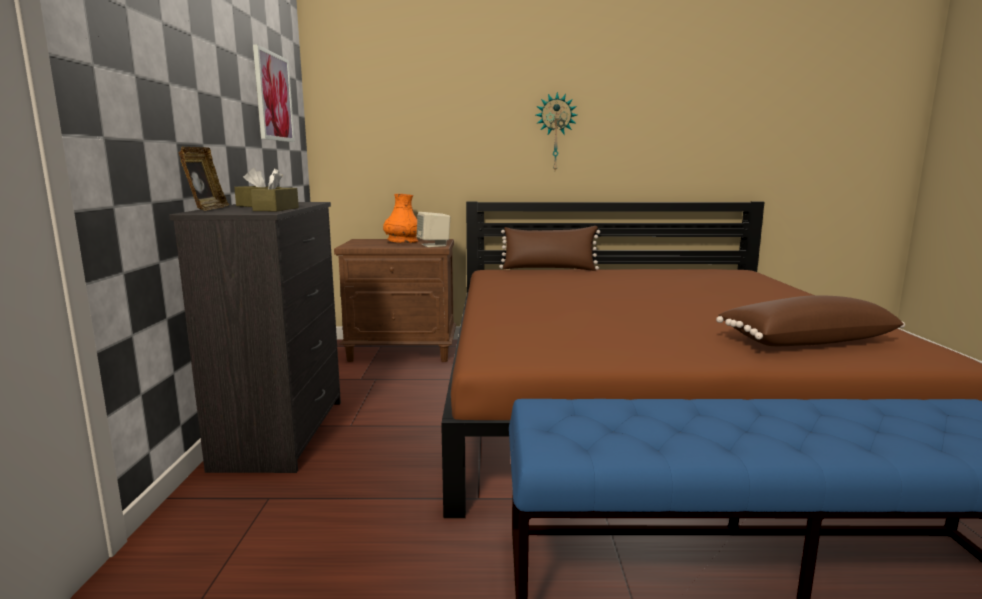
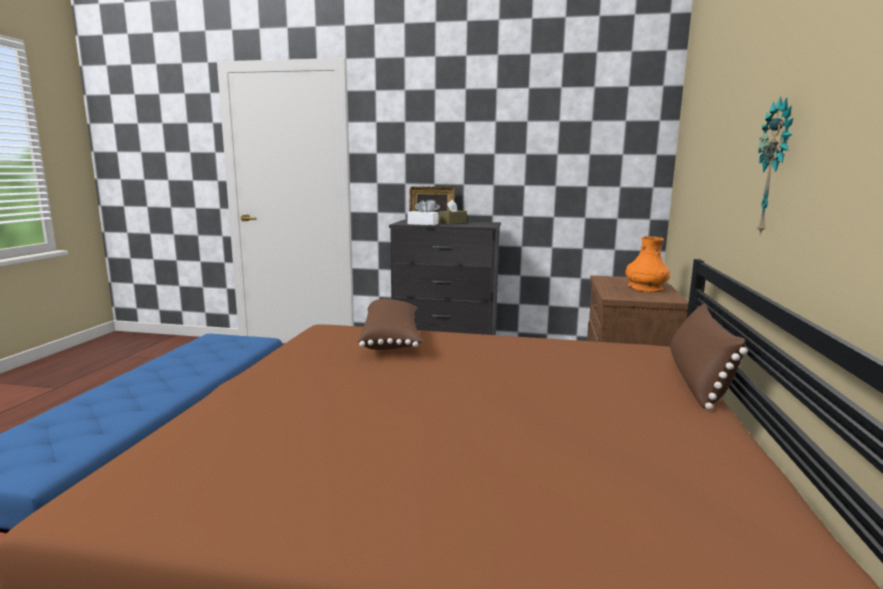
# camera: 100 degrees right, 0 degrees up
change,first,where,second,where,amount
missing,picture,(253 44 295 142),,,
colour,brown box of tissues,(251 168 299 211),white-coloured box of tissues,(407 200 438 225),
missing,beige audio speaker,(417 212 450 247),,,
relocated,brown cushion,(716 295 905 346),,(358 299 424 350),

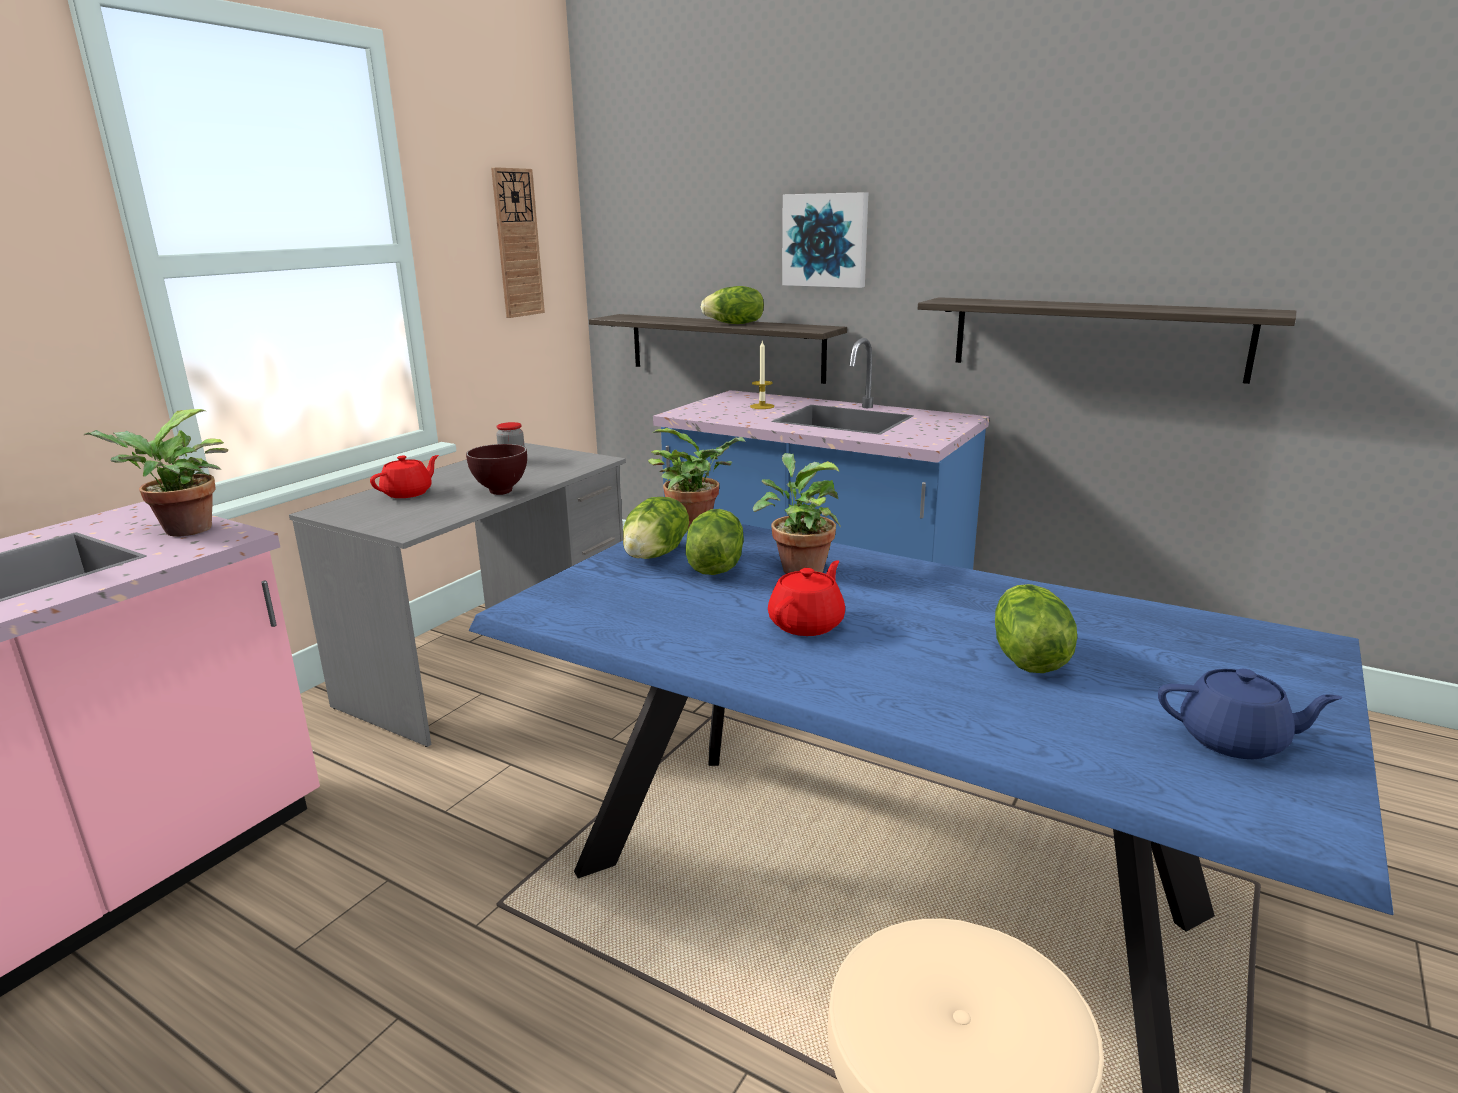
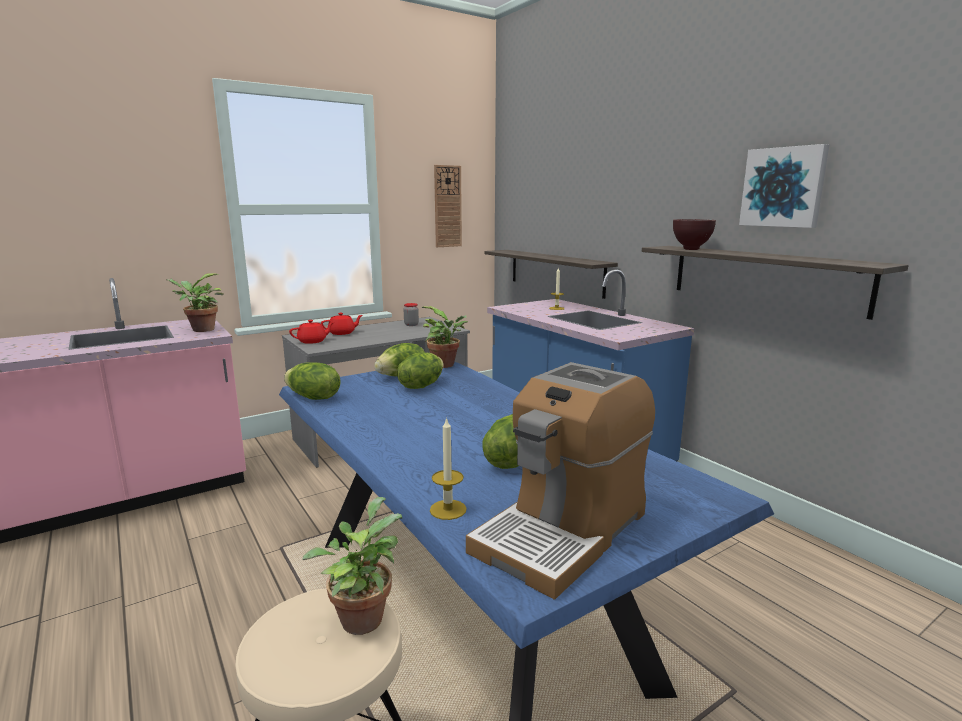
# camera: 25 degrees right, 5 degrees down
change,first,where,second,where,amount
relocated,picture,(782 192 868 288),,(739 144 830 228),
relocated,lettuce head,(701 286 764 324),,(284 363 341 400),
relocated,brown deep dish,(466 444 527 495),,(673 219 716 250),
relocated,houseplant,(753 453 841 574),,(303 497 402 635),
relocated,red-coloured teapot,(768 560 845 636),,(289 320 334 344),
exchanged,blue-coloured teapot,(1158 669 1342 759),coffee brewer,(466 362 655 600),
appeared,,,candle,(430 417 467 520),

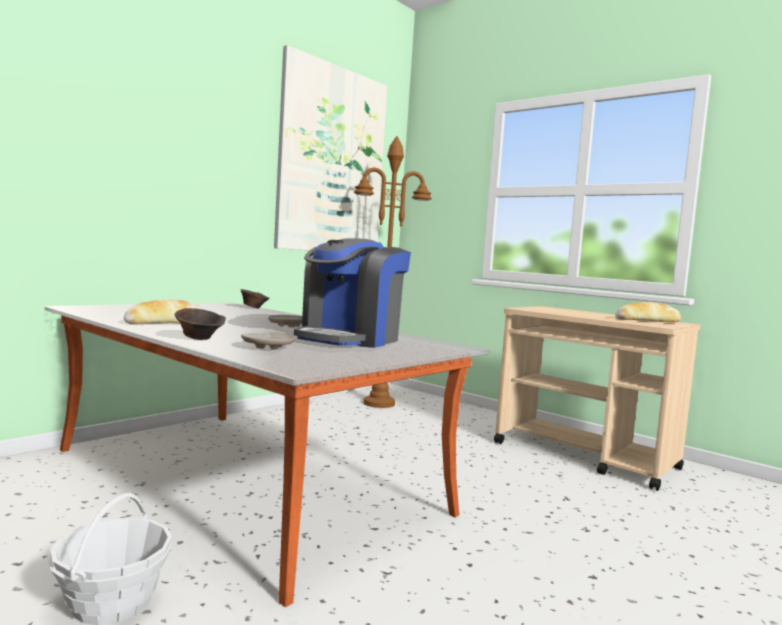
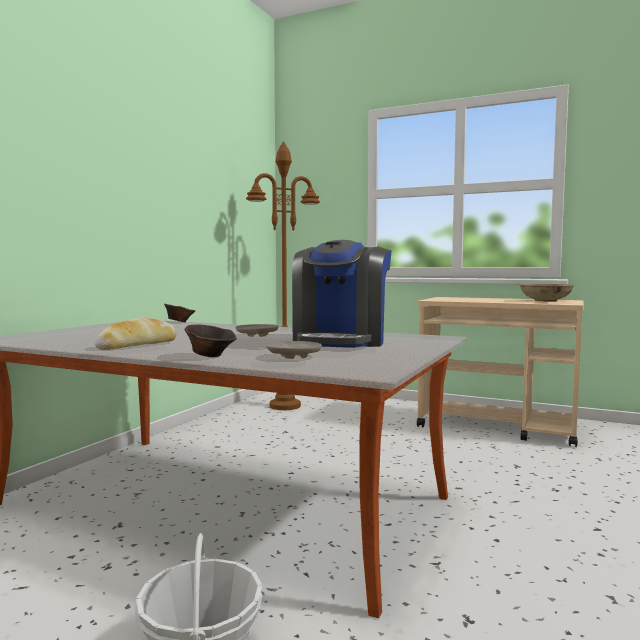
# camera: 15 degrees left, 0 degrees up
change,first,where,second,where,amount
missing,picture,(274 45 387 250),,,
exchanged,baked bread,(615 302 681 322),beige deep dish,(519 284 575 302),

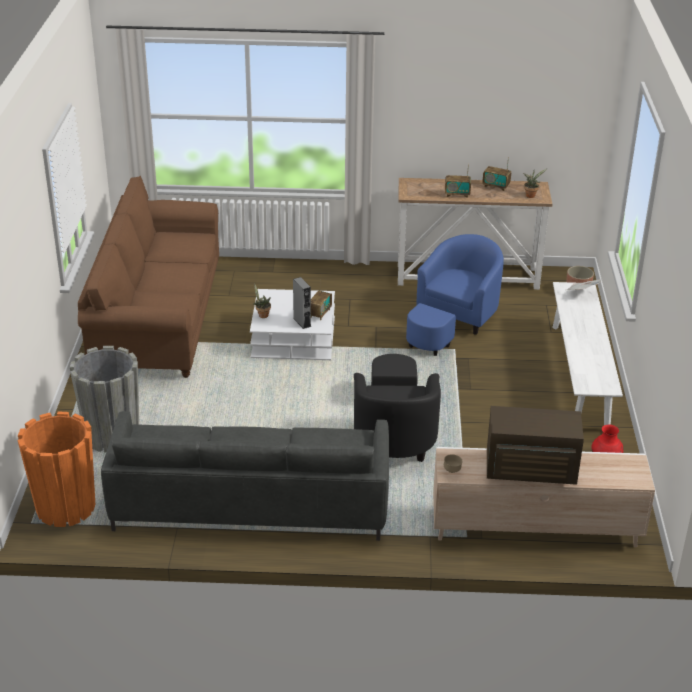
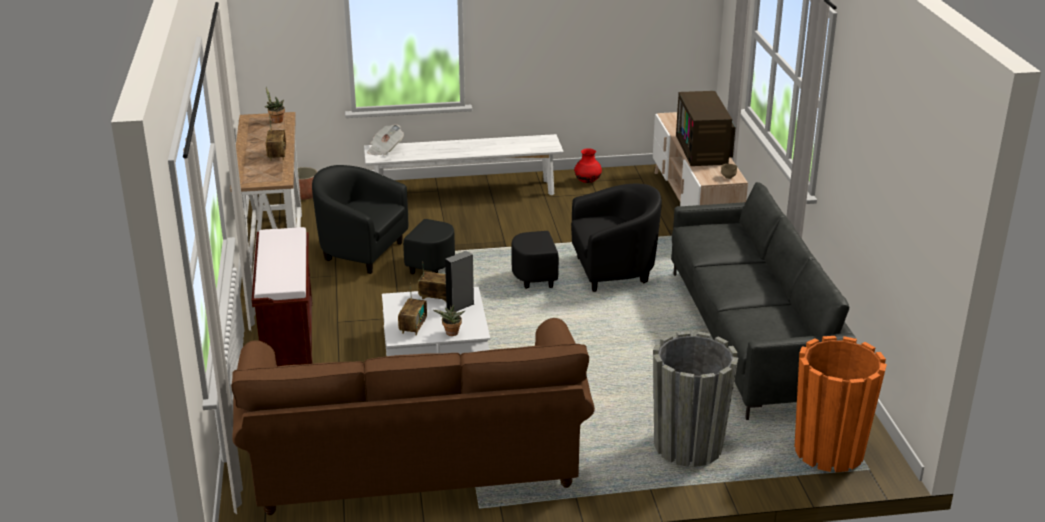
# camera: 100 degrees left, 5 degrees down
change,first,where,second,where,amount
relocated,radio,(482 157 511 191),,(398 283 427 335),
colour,blue-coloured armchair,(406 234 504 356),blackish armchair,(312 165 455 275),
appeared,,,brown bench,(252 227 313 366),

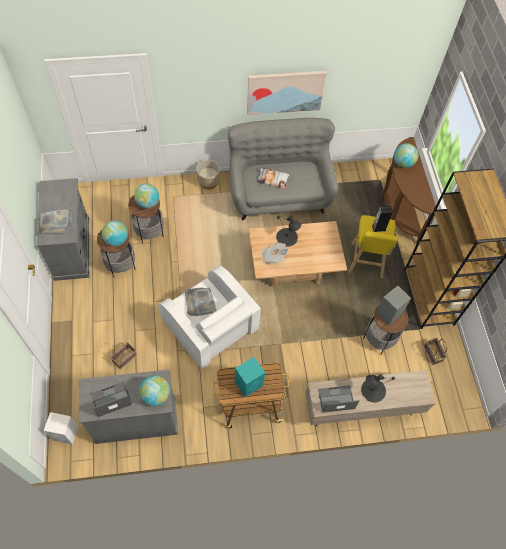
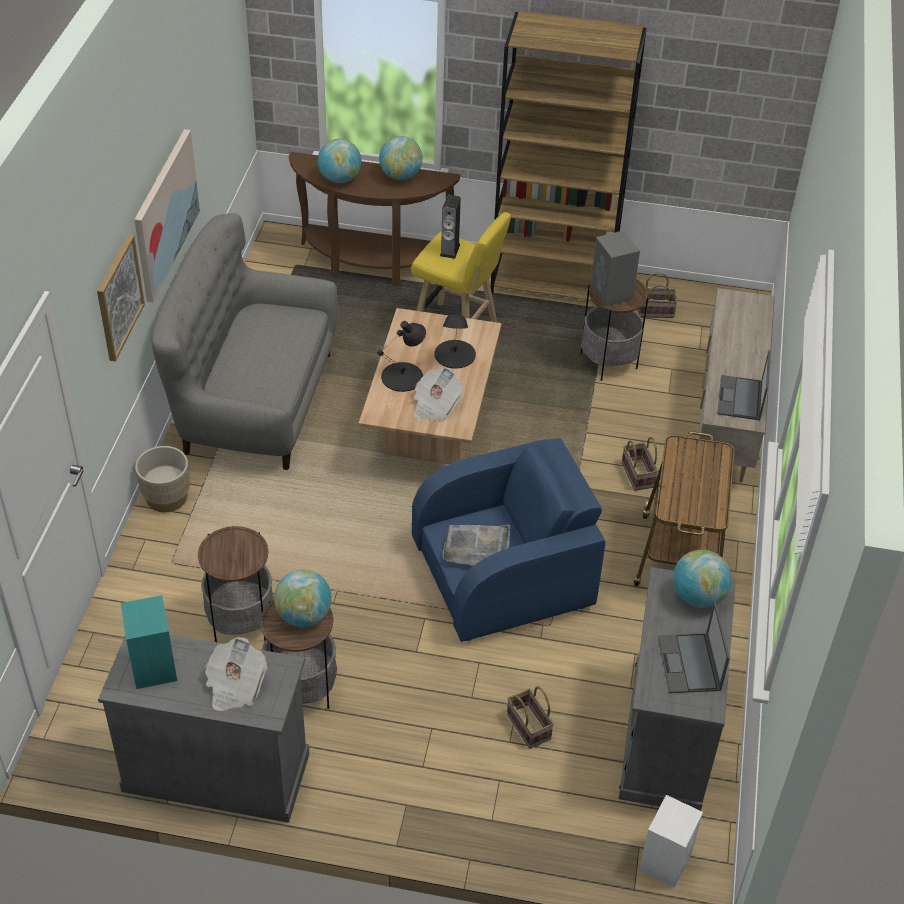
# camera: 70 degrees left, 15 degrees down
change,first,where,second,where,amount
missing,cushion,(257 168 290 189),,,
relocated,desk globe,(134 183 159 208),,(379 136 423 180),
exchanged,greyish serving tray,(38 208 71 233),printed paper,(205 637 267 711),
colour,white-coloured armchair,(158 265 261 369),blue-coloured armchair,(412 438 605 642),
relocated,blue-green audio speaker,(235 357 265 397),,(121 595 177 689),
relocated,blackish tabletop lamp,(361 374 395 402),,(434 302 476 369),
appeared,,,picture,(97 234 145 362),
appeared,,,storage basket,(622 437 658 491),

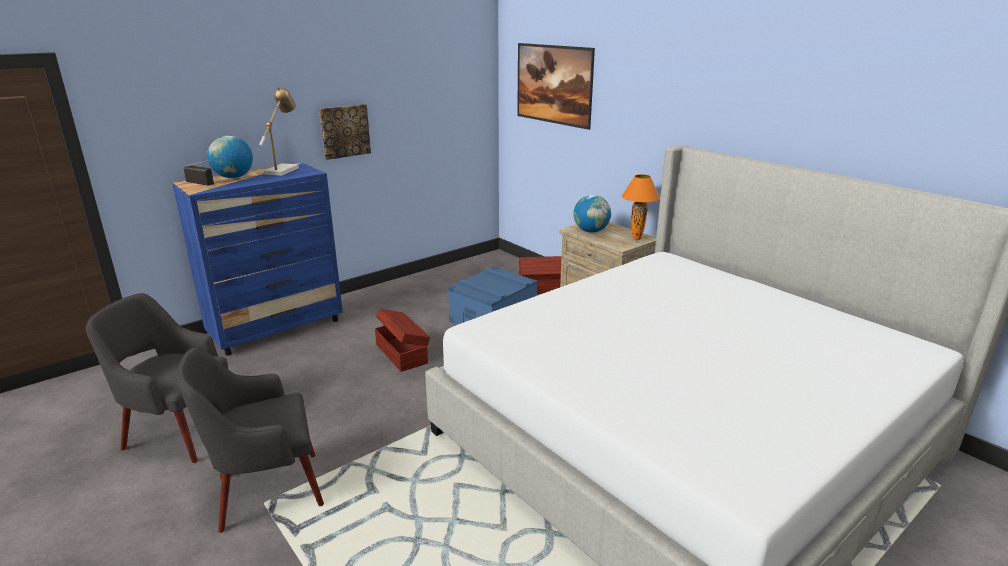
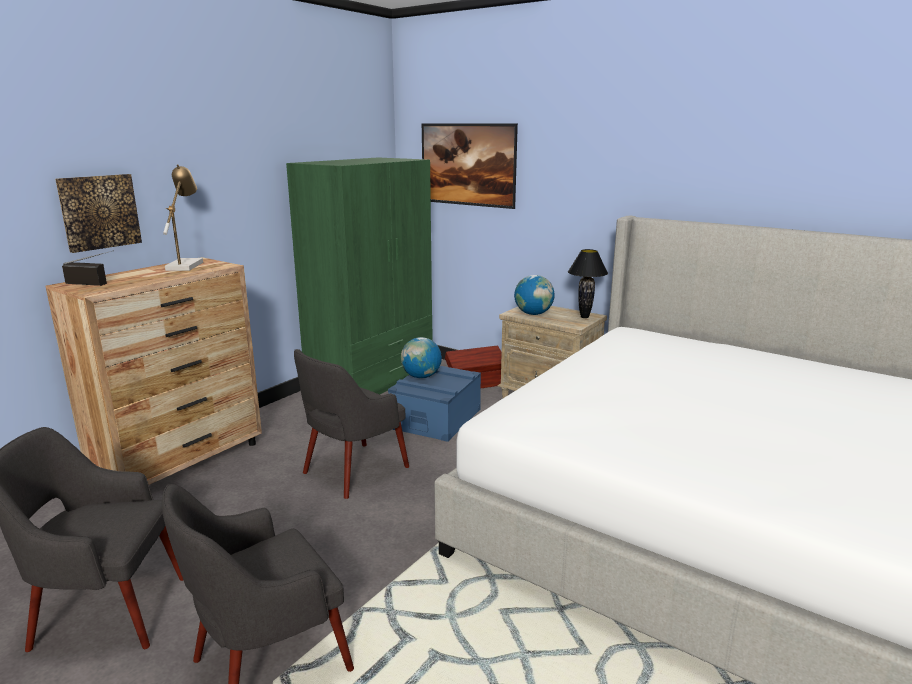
# camera: 15 degrees left, 5 degrees down
change,first,where,second,where,amount
relocated,picture,(319 104 371 160),,(55 174 142 253),
relocated,desk globe,(207 136 253 178),,(401 337 442 378),
colour,blue-coloured chest of drawers,(172 163 343 356),brown chest of drawers,(46 257 262 485),
colour,orange tabletop lamp,(622 174 660 240),blackish tabletop lamp,(568 249 608 318),
exchanged,brown storage box,(375 309 430 372),greyish armchair,(294 349 409 499),
appeared,,,green clothes cupboard,(286 158 433 395),

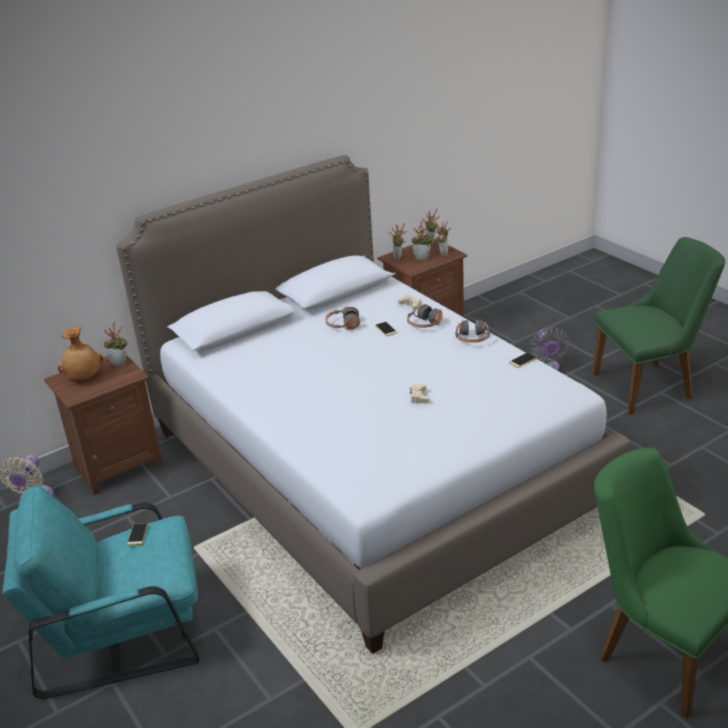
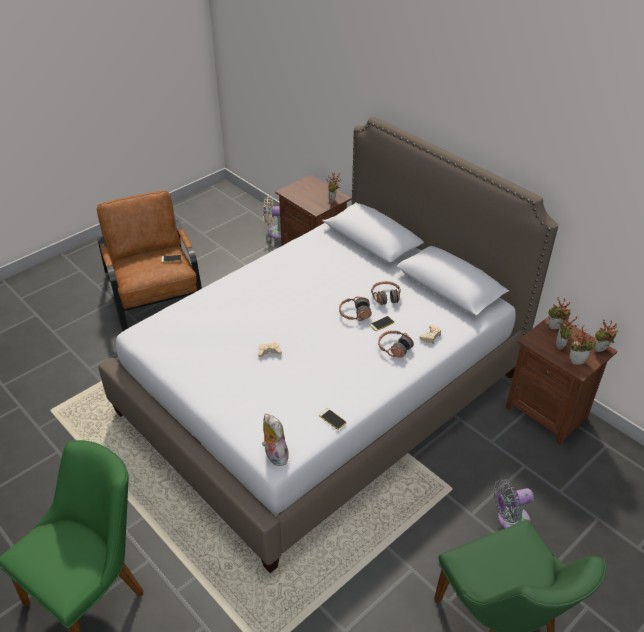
# camera: 80 degrees right, 10 degrees up
change,first,where,second,where,amount
relocated,headset,(455 319 490 343),,(339 296 372 321),
missing,brown decorative vase,(58 327 103 380),,,
colour,blue-green armchair,(2 486 199 699),brown armchair,(97 191 202 331),
appeared,,,soft toy,(262 414 289 466),

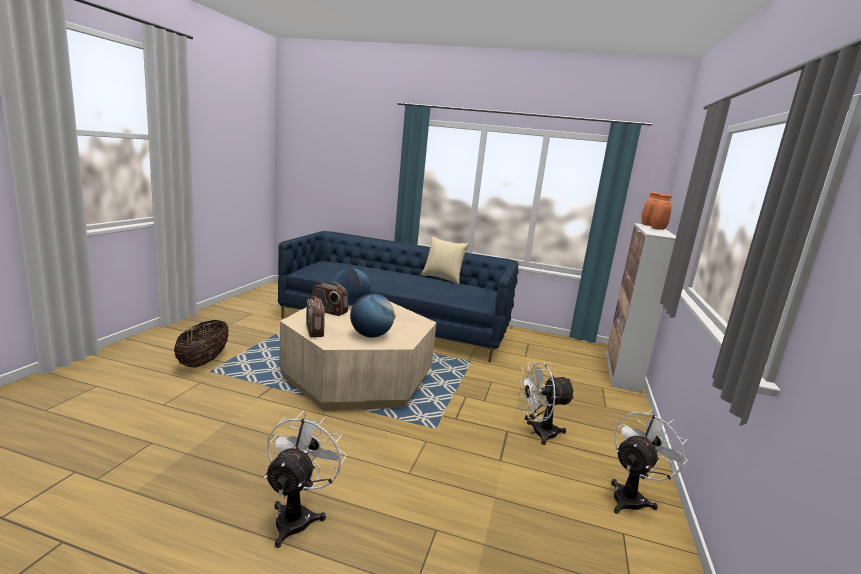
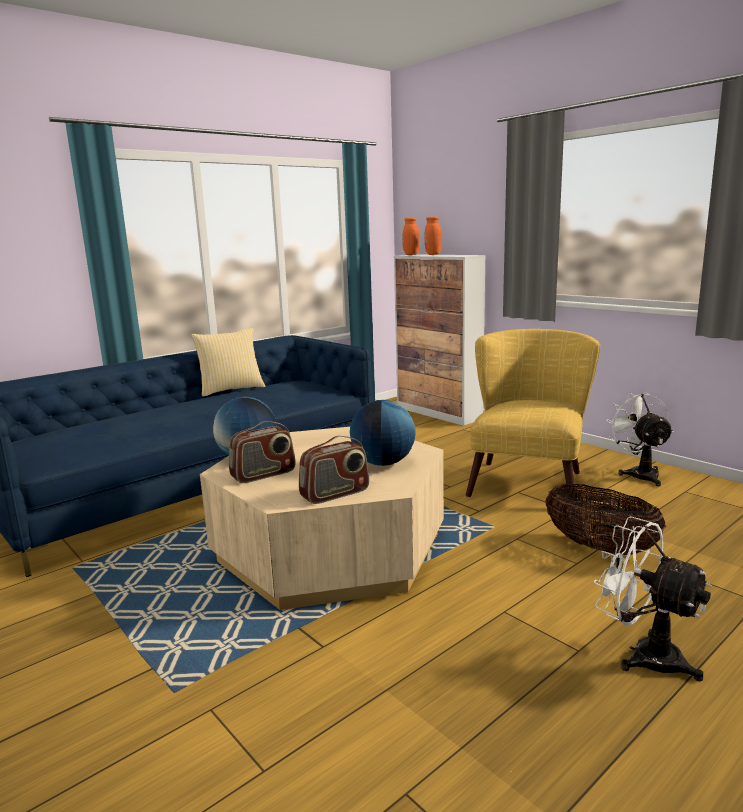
# camera: 55 degrees left, 0 degrees up
change,first,where,second,where,amount
spun,radio,(306 296 325 337),,(299 436 369 504),45 degrees counterclockwise
relocated,storage basket,(174 320 229 368),,(545 484 666 555),
exchanged,white-coloured cooling fan,(518 362 575 445),yellowish armchair,(466 329 600 501),

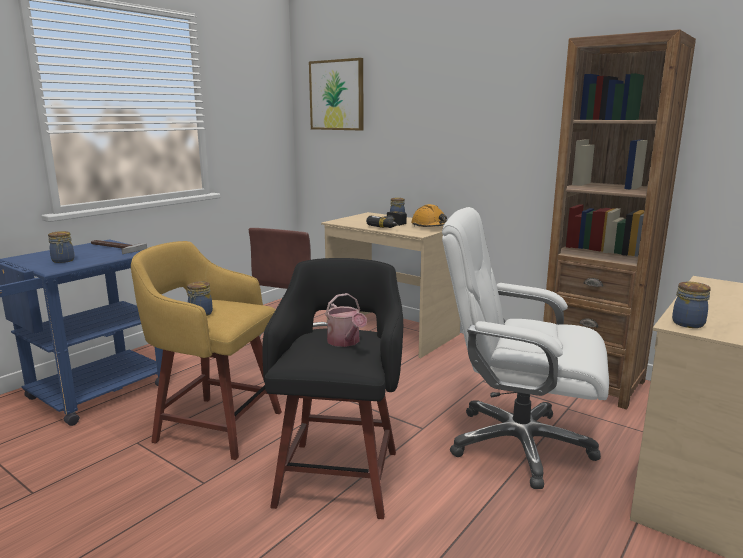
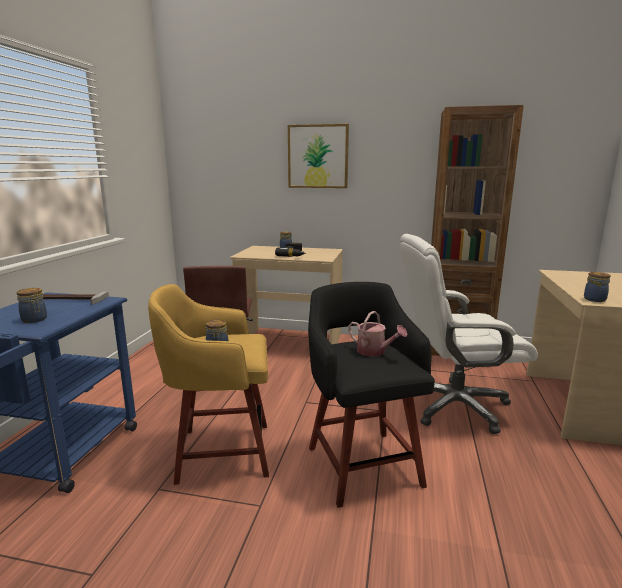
# camera: 25 degrees left, 0 degrees up
change,first,where,second,where,amount
relocated,picture,(309 58 364 130),,(288 124 349 188),
missing,orange hard hat,(411 204 447 227),,,

